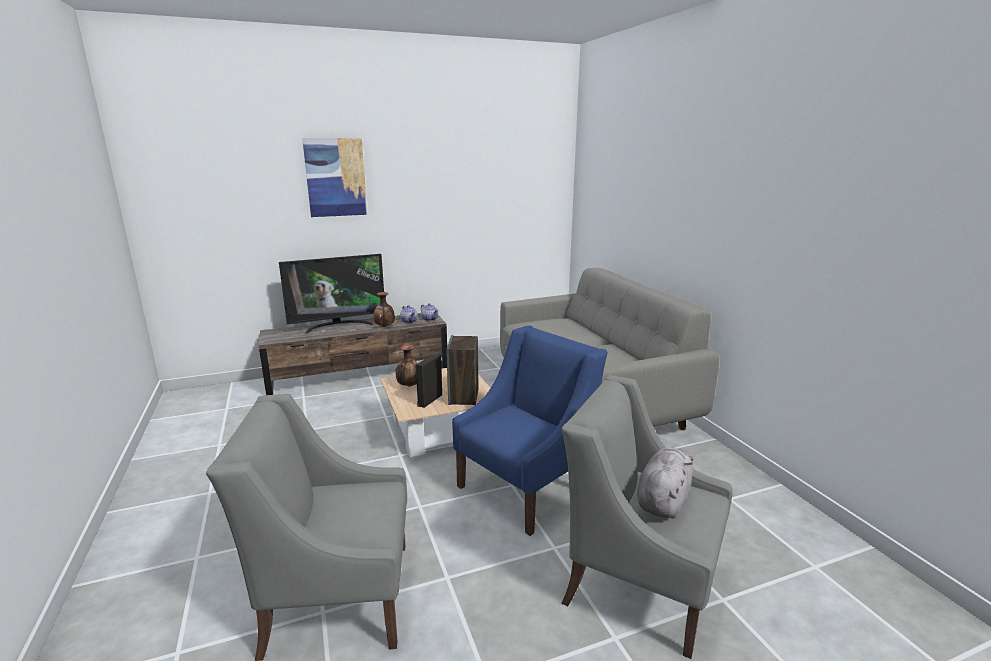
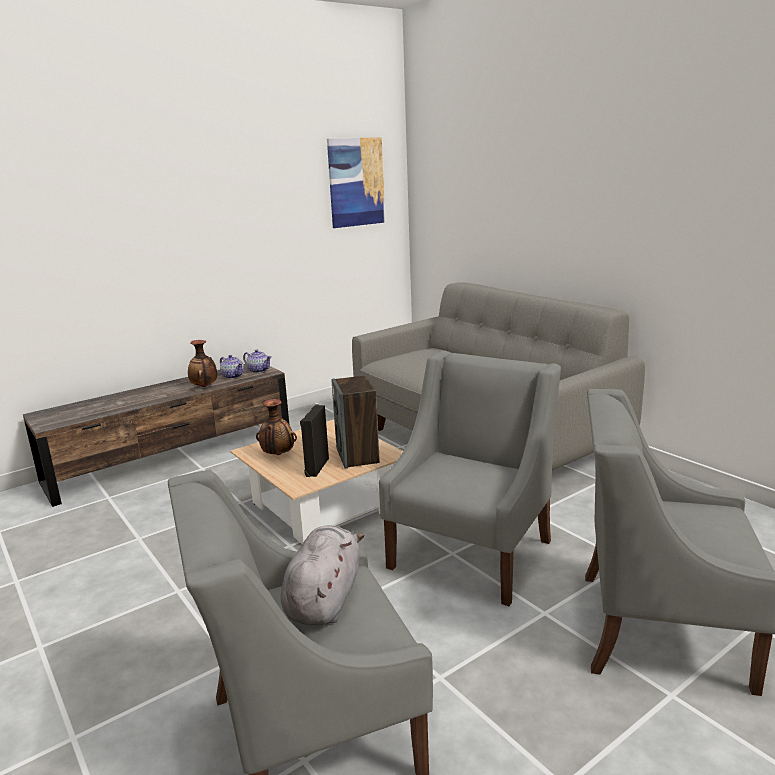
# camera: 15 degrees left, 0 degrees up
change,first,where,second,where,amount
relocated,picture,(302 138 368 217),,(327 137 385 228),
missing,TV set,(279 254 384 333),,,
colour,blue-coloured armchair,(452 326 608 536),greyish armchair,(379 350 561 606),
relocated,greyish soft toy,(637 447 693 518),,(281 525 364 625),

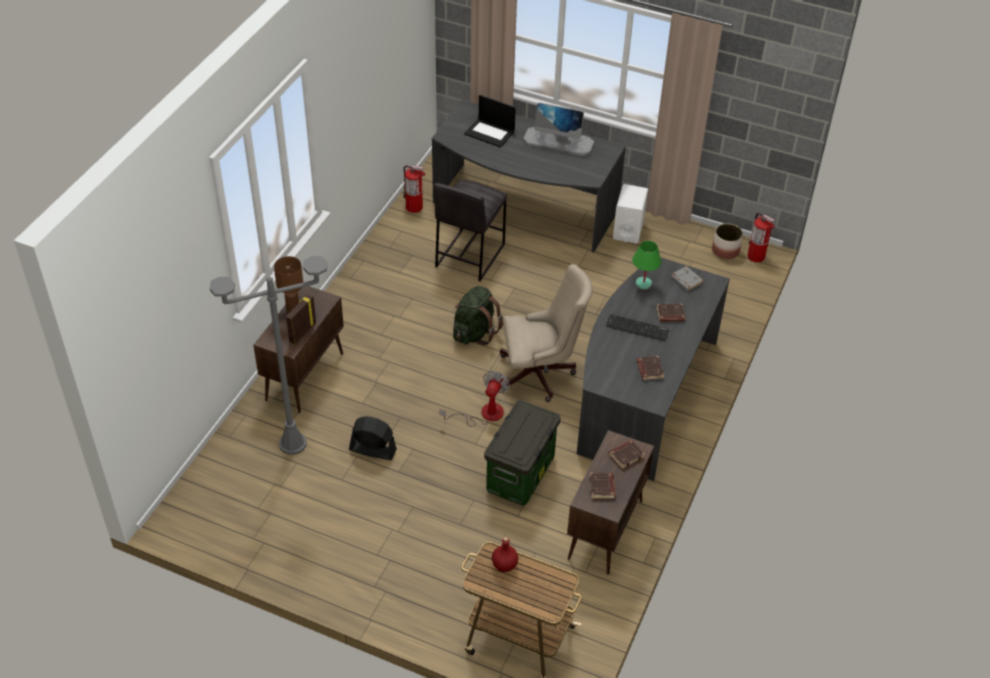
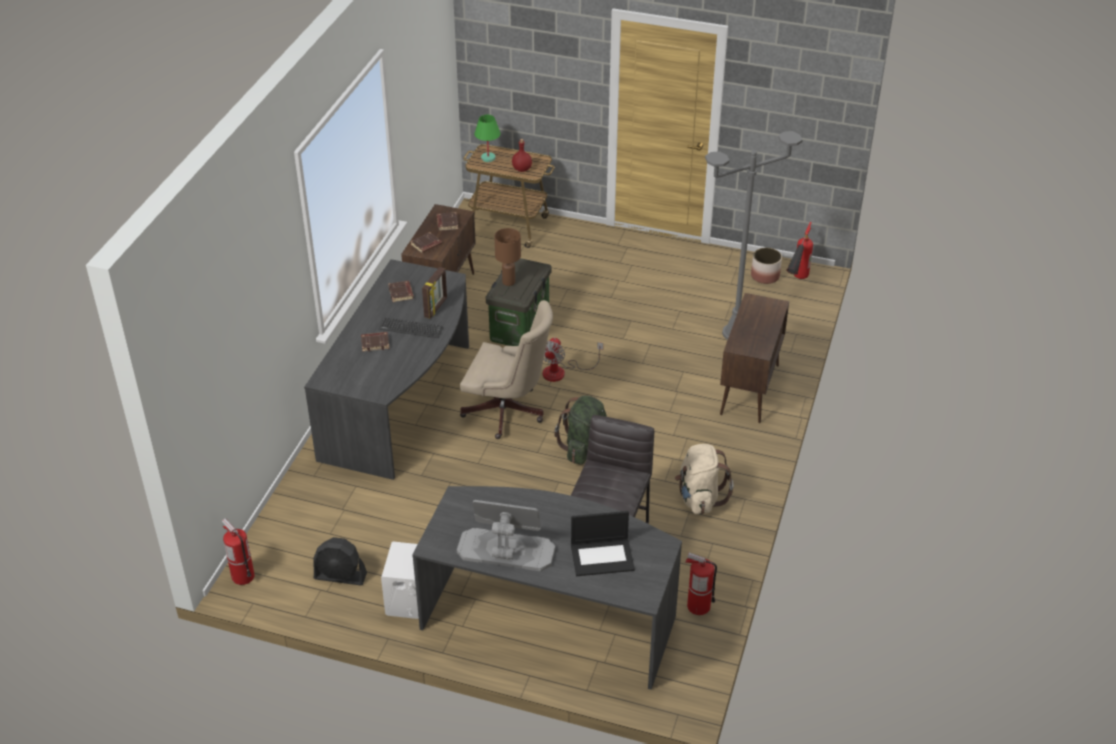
# camera: 175 degrees right, 5 degrees down
change,first,where,second,where,amount
spun,portable computer,(464 95 516 148),,(571 511 635 576),150 degrees clockwise
relocated,flower pot,(712 223 743 259),,(751 248 782 284),
relocated,green tabletop lamp,(632 241 661 290),,(474 115 501 162),
relocated,brown tabletop lamp,(274 256 303 313),,(494 228 521 286),
spun,beige computer chair,(500 264 593 402),,(460 300 553 439),150 degrees counterclockwise
missing,greyish volume,(671 266 703 291),,,
relocated,standing frame,(286 294 316 345),,(422 267 447 319),
relocated,blackish cooling fan,(349 416 397 460),,(313 537 367 586),
appeared,,,fire-fighting cylinder,(786 222 813 279),
appeared,,,beige backpack,(675 444 733 514),

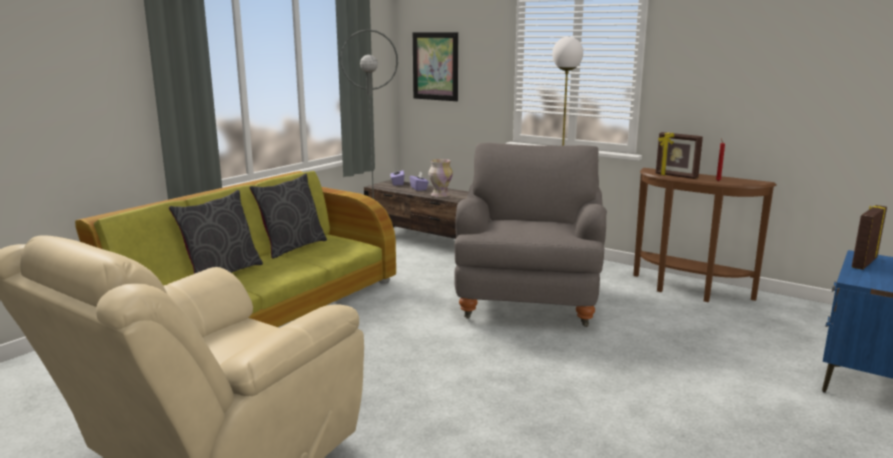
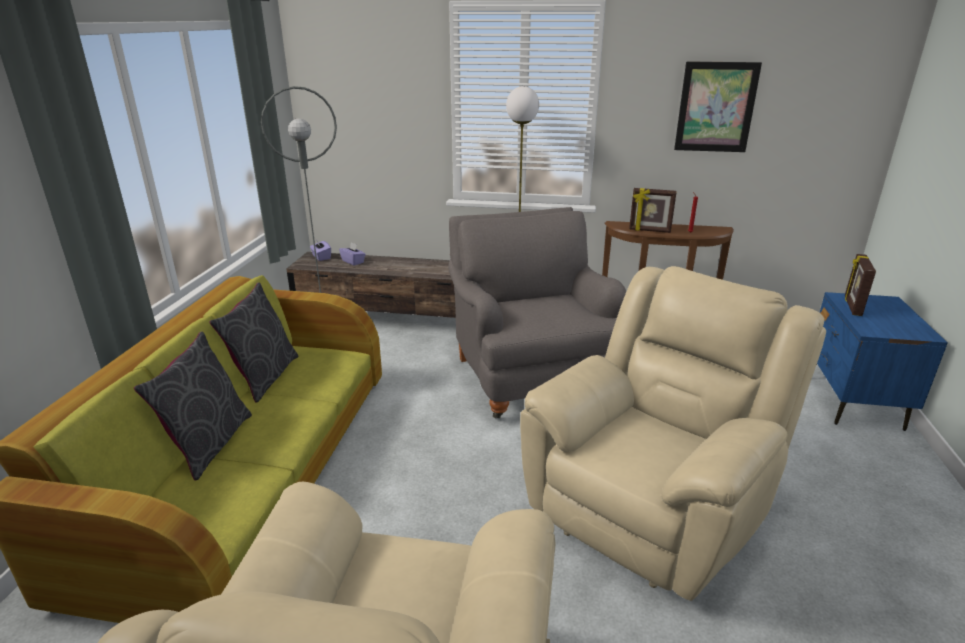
# camera: 25 degrees left, 10 degrees up
change,first,where,second,where,amount
relocated,picture,(413 32 458 101),,(674 61 762 152),
missing,decorative vase,(428 159 453 197),,,
appeared,,,beige armchair,(520 266 826 601),

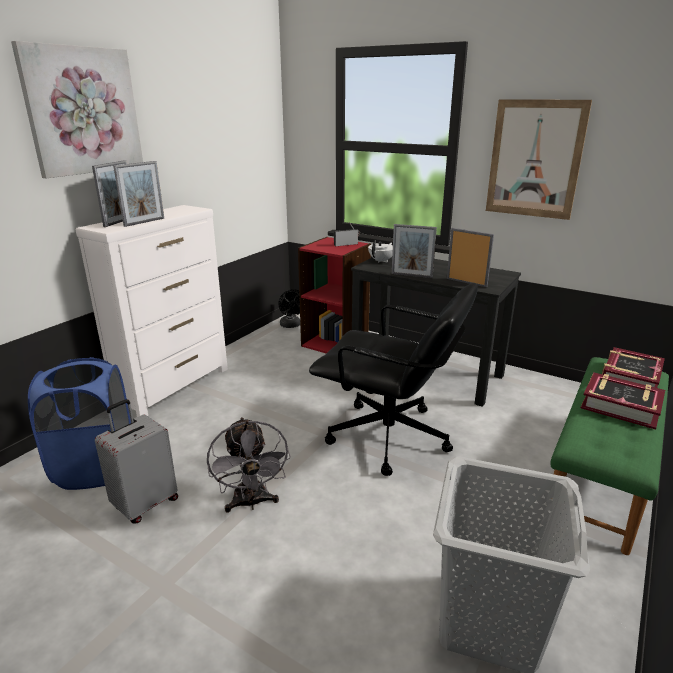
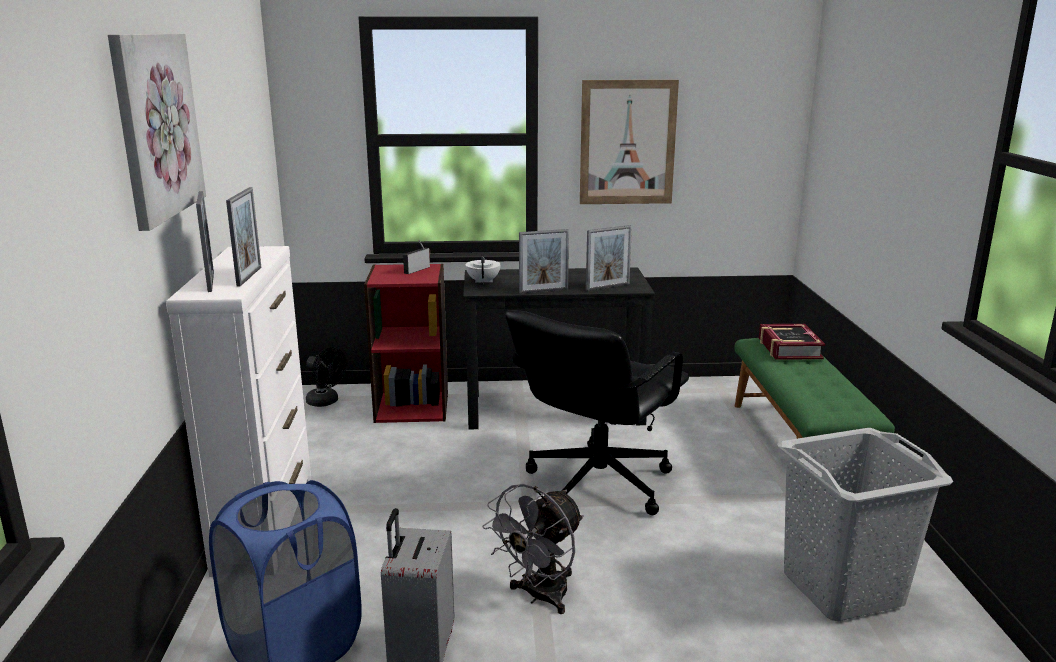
# camera: 35 degrees left, 5 degrees down
change,first,where,second,where,amount
spun,standing frame,(447 228 494 287),,(586 225 632 291),150 degrees clockwise
spun,blackish computer chair,(309 283 478 476),,(505 310 689 515),135 degrees clockwise
missing,volume,(581 372 665 430),,,
spun,greyish cooling fan,(207 417 291 512),,(483 484 584 614),90 degrees clockwise

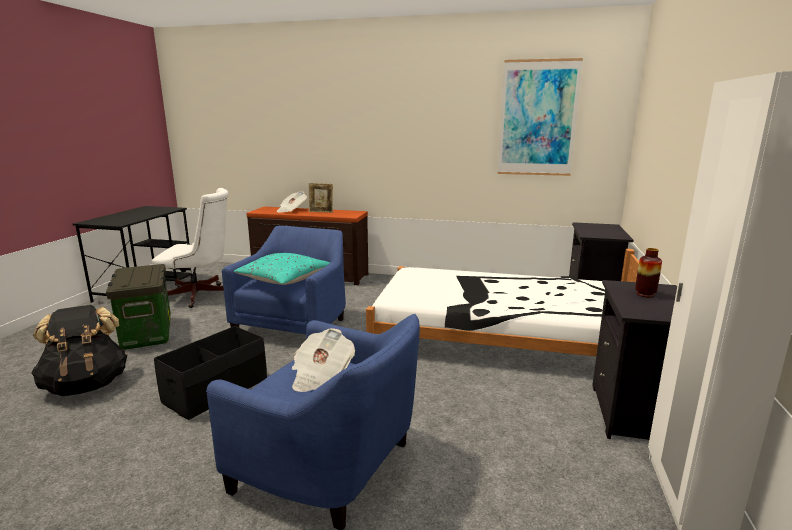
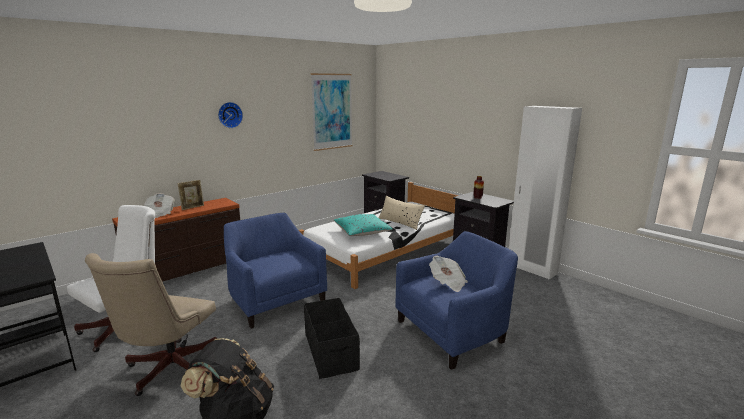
# camera: 55 degrees left, 0 degrees up
change,first,where,second,where,amount
relocated,blue-green cushion,(233 253 330 285),,(334 214 393 236),
exchanged,storage box,(106 264 171 350),beige computer chair,(85 253 217 396),
appeared,,,hanging clock,(218 102 243 128),
appeared,,,beige cushion,(378 196 425 230),

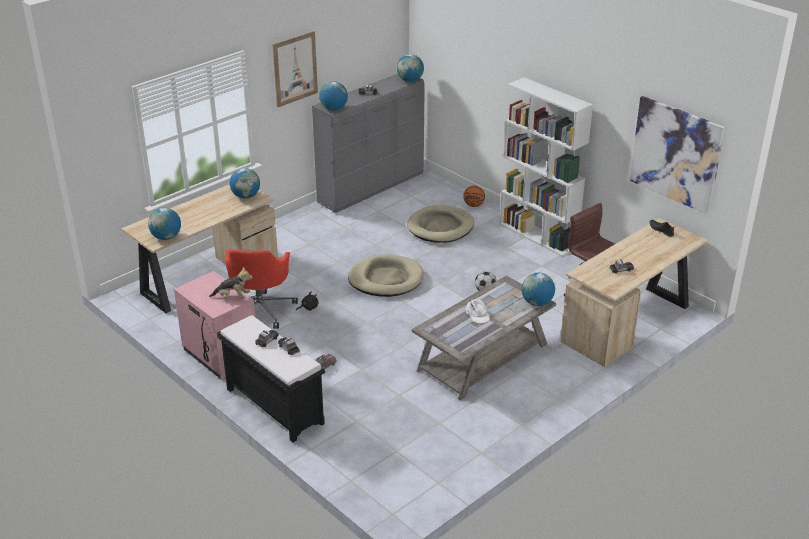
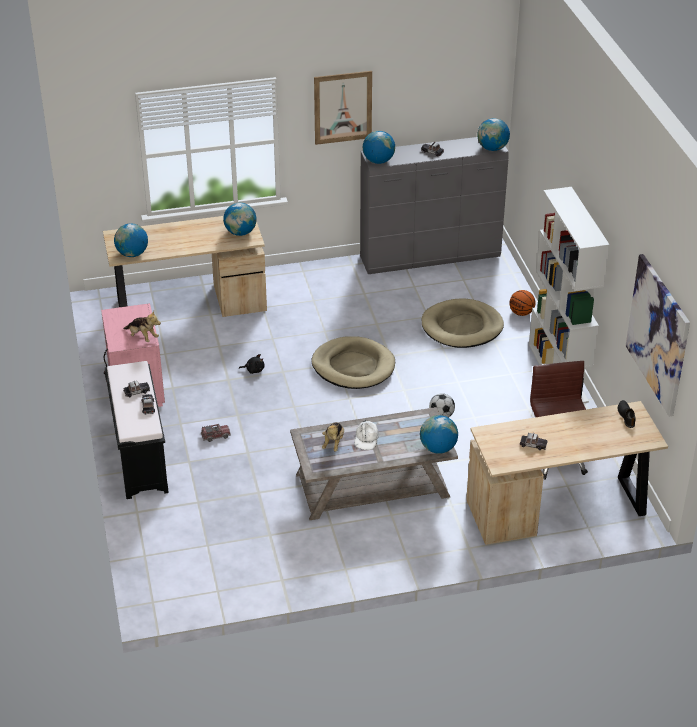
# camera: 30 degrees right, 5 degrees up
change,first,where,second,where,amount
missing,red-coloured computer chair,(225 249 298 329),,,
appeared,,,soft toy,(322 422 344 452),

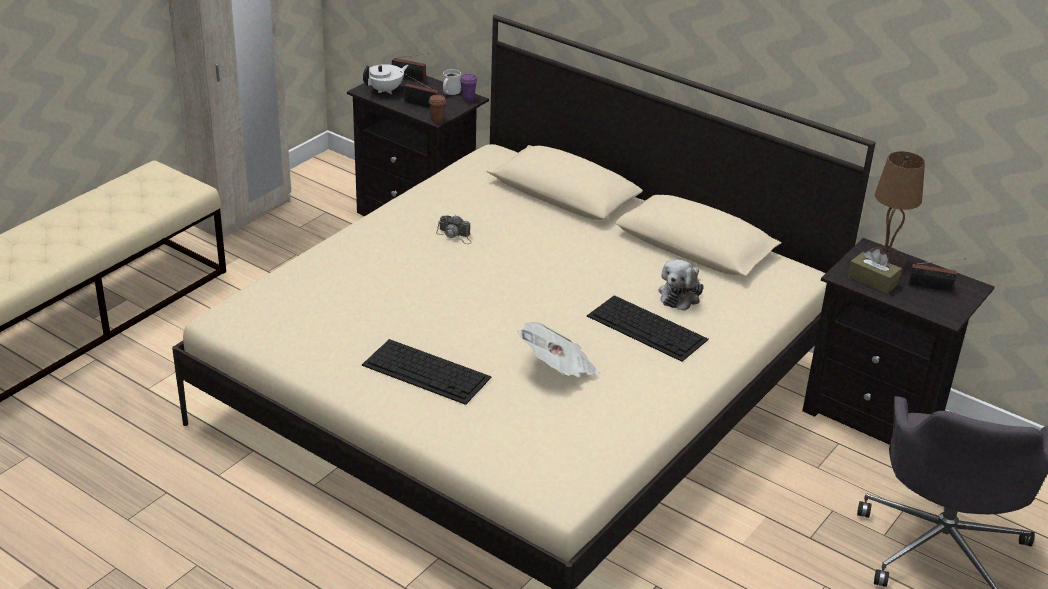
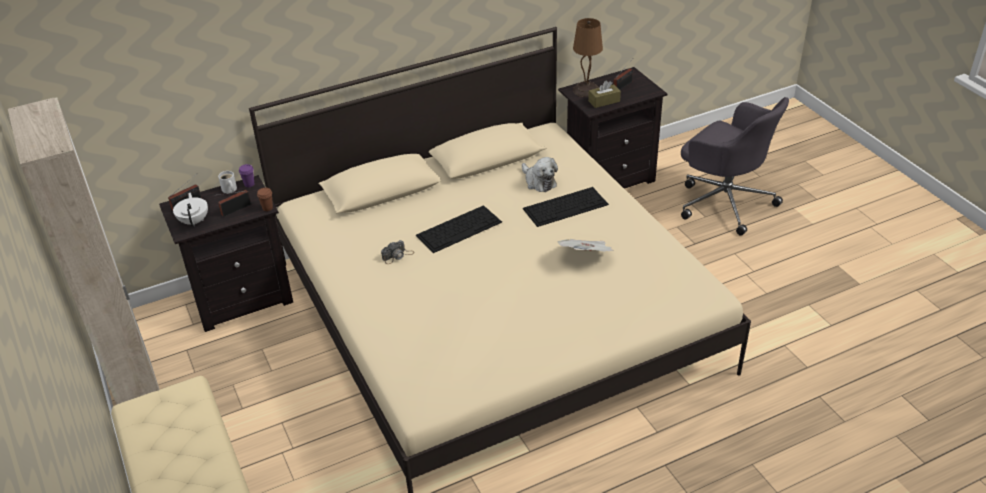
# camera: 60 degrees left, 5 degrees up
change,first,where,second,where,amount
relocated,keyboard,(362 339 492 405),,(415 205 502 253),

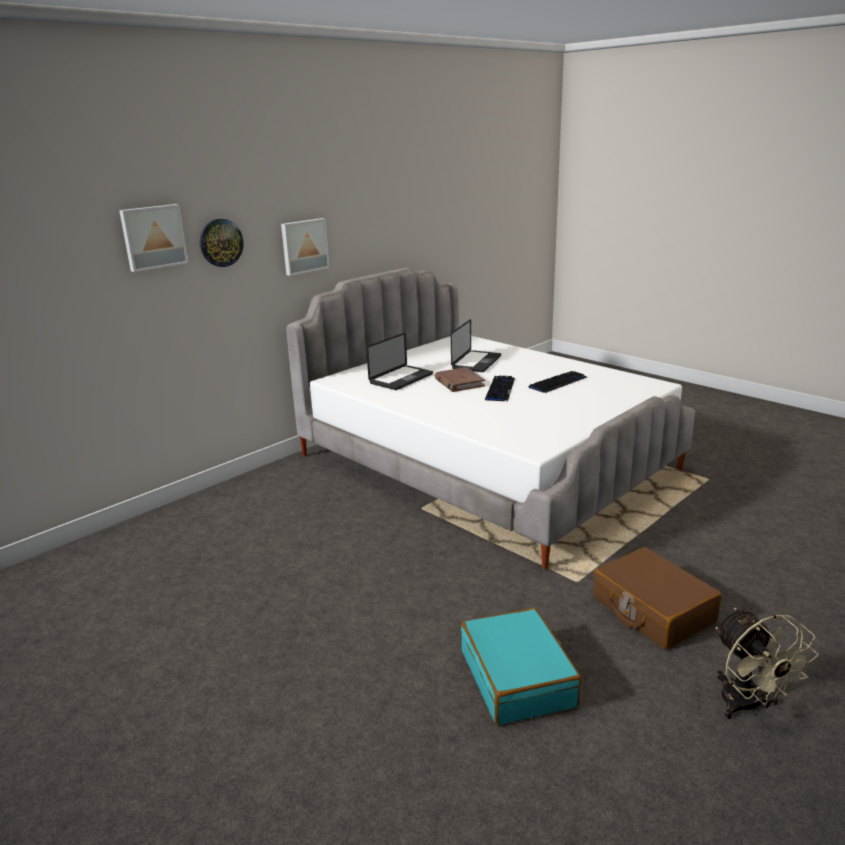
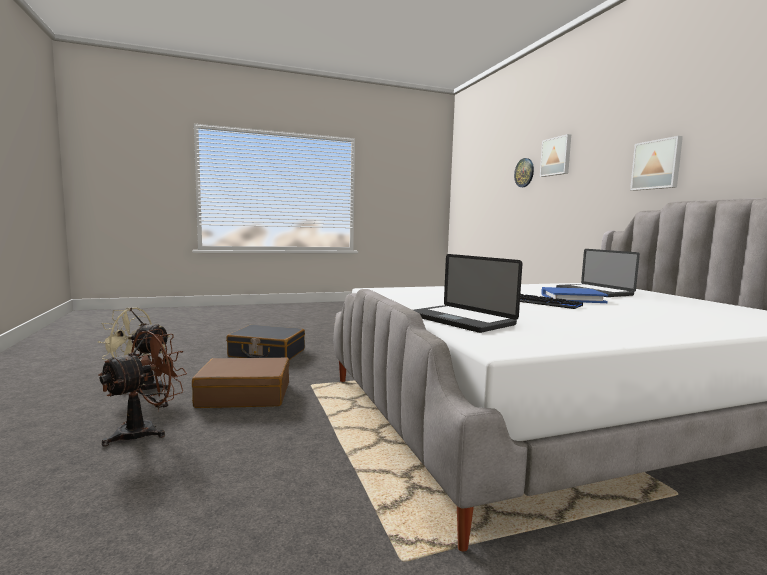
# camera: 115 degrees right, 15 degrees down
change,first,where,second,where,amount
relocated,hanging clock,(200 219 244 267),,(514 158 534 187),
relocated,portable computer,(451 319 501 372),,(414 254 522 333),
colour,brown volume,(435 367 485 392),blue-coloured volume,(541 287 608 303),
missing,keyboard,(529 371 587 393),,,
colour,blue-green piece of luggage,(461 608 582 725),blackish piece of luggage,(226 324 305 360),
appeared,,,brown cooling fan,(98 329 187 447),

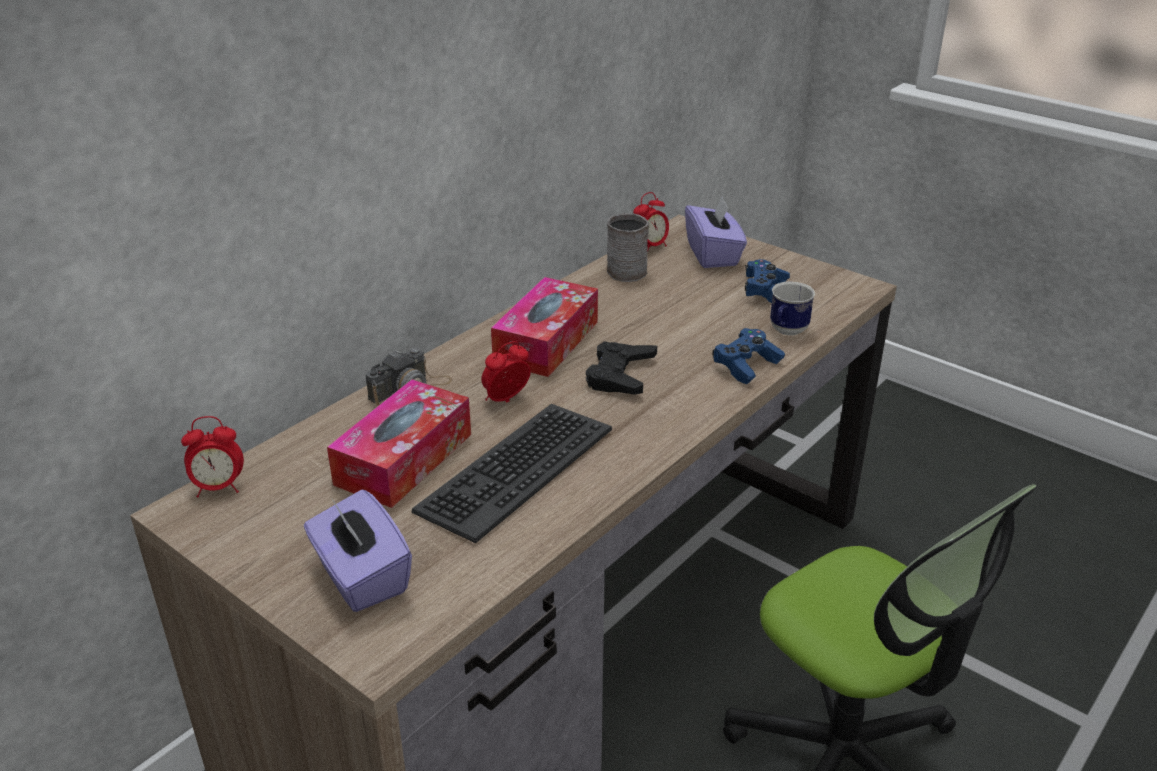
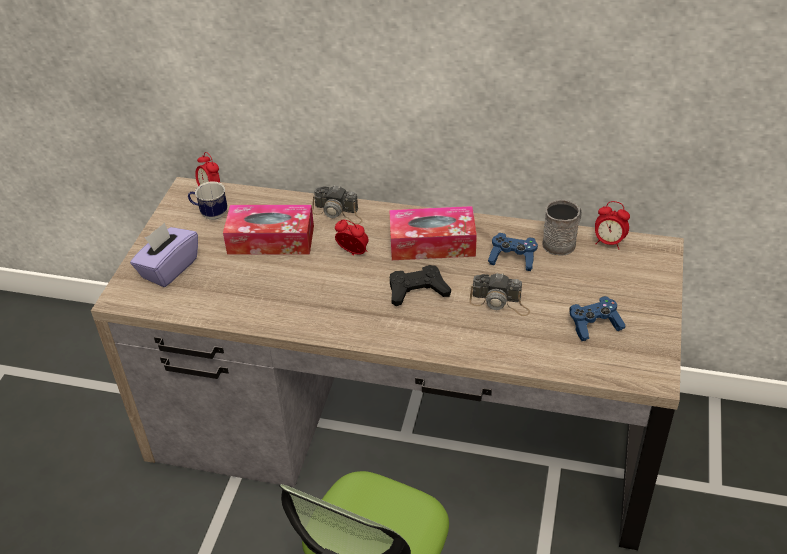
# camera: 65 degrees right, 10 degrees up
change,first,where,second,where,amount
missing,purple box of tissues,(685 196 747 268),,,
relocated,coffee mug,(770 282 815 336),,(188 181 228 220),
relocated,blue-coloured joypad,(713 328 785 384),,(488 233 538 271),
missing,keyboard,(412 404 612 543),,,
appeared,,,photo camera,(469 273 530 316),

